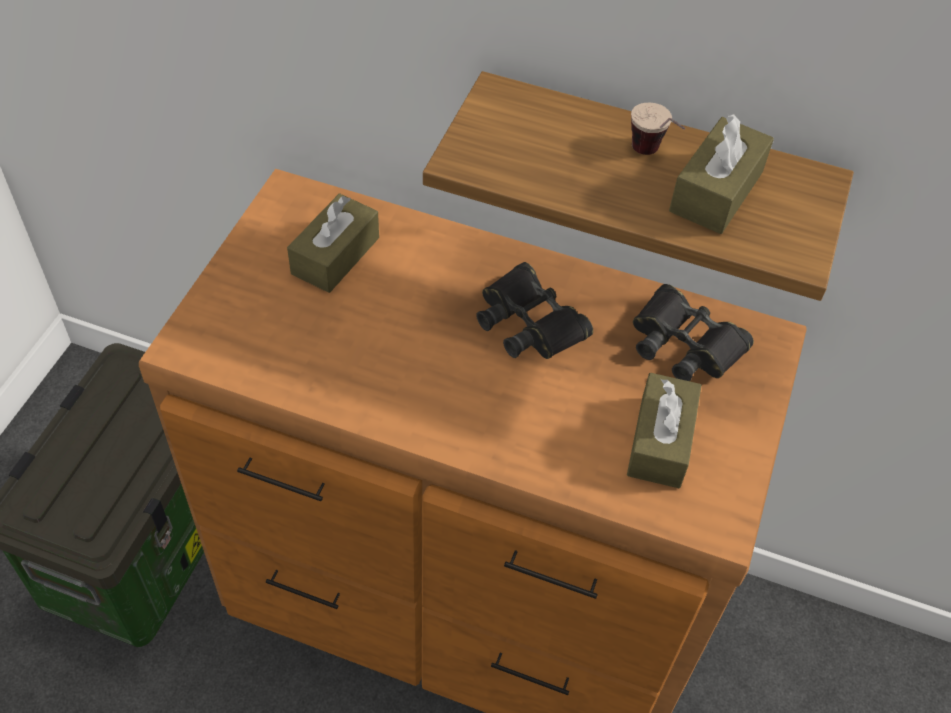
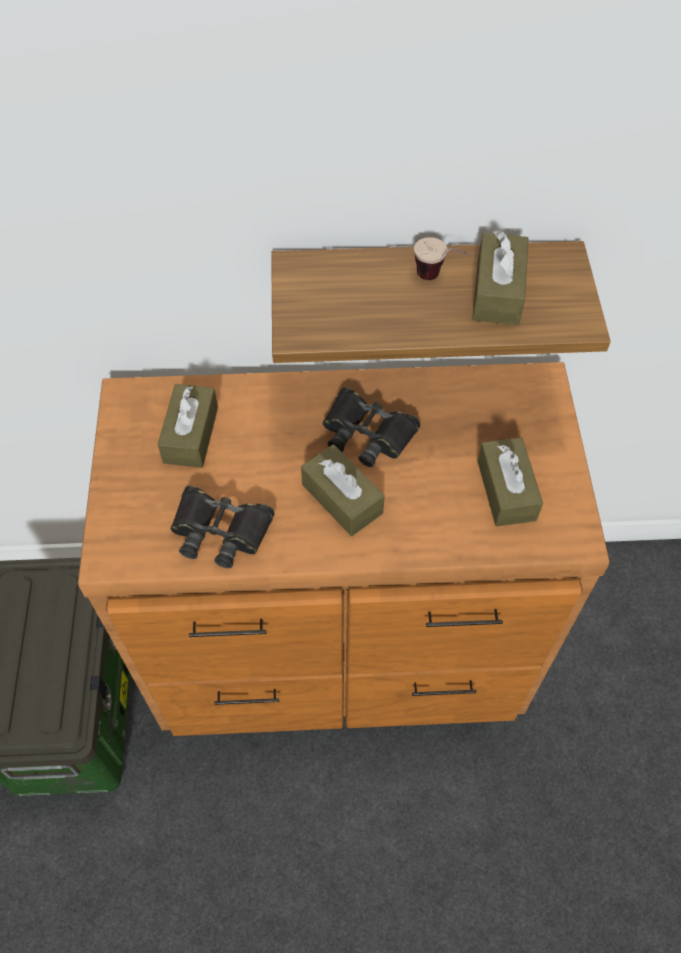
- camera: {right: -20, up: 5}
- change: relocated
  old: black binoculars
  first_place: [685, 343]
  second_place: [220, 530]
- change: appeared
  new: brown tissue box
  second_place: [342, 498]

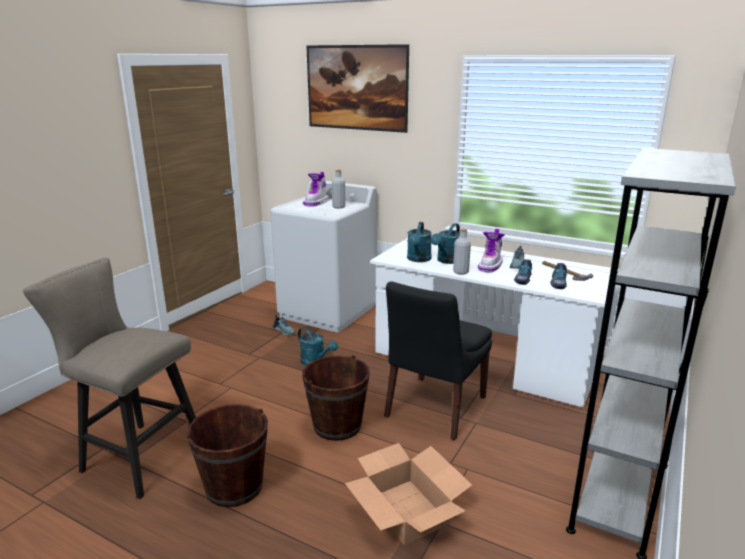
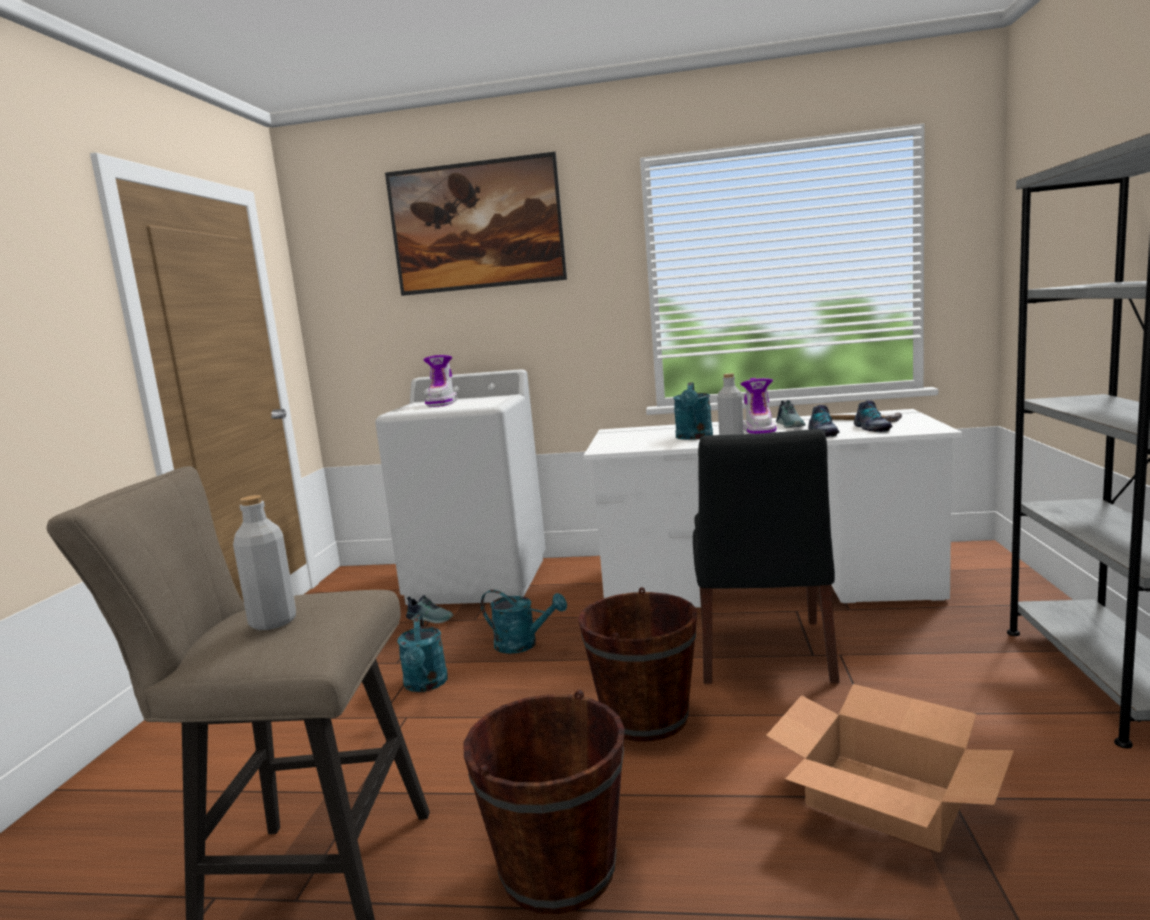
- camera: {right: -20, up: -10}
- change: relocated
  old: grey bottle
  first_place: [339, 207]
  second_place: [273, 622]
- change: relocated
  old: turquoise watering can
  first_place: [418, 259]
  second_place: [425, 685]

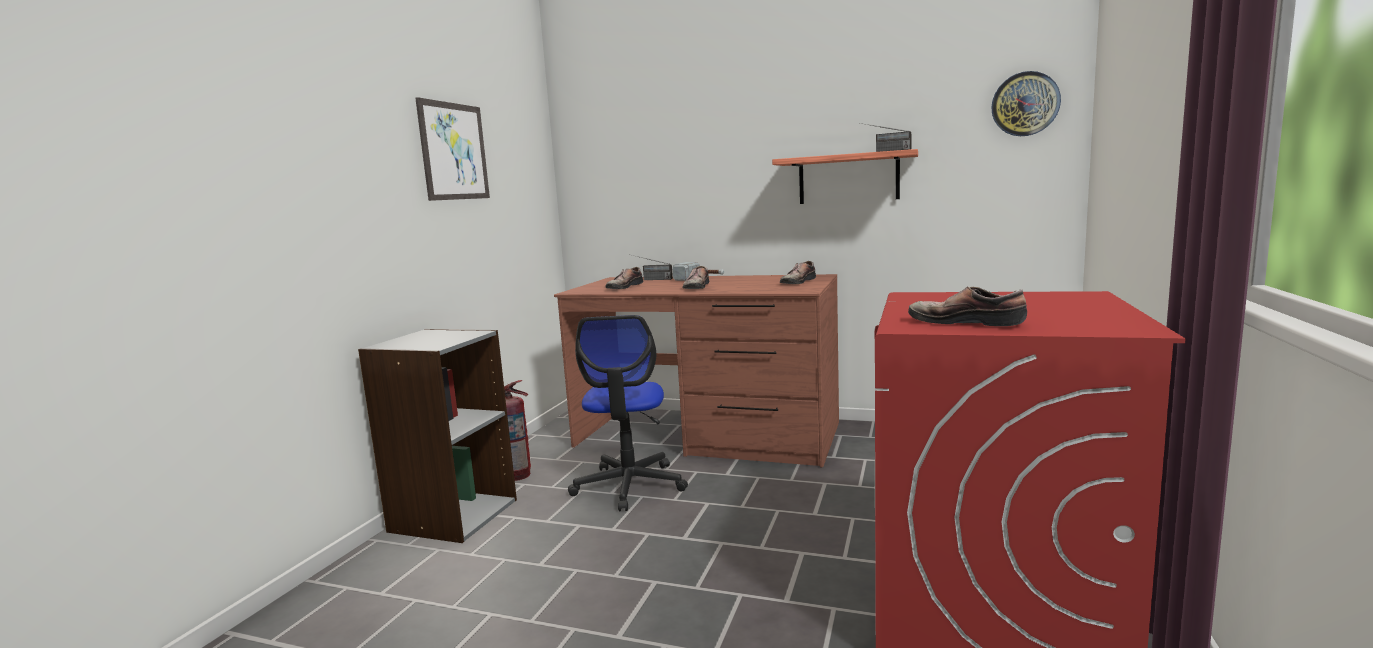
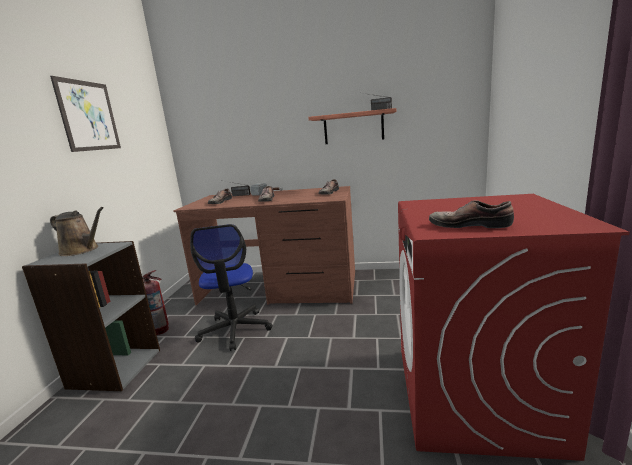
- camera: {right: -10, up: 5}
- change: missing
  old: wall clock
  first_place: [1025, 104]
- change: appeared
  new: brown watering can
  second_place: [82, 250]

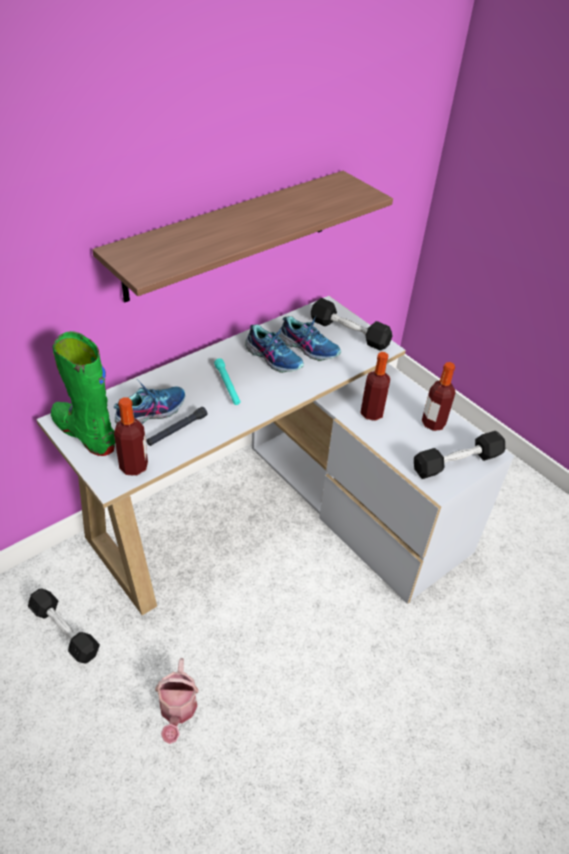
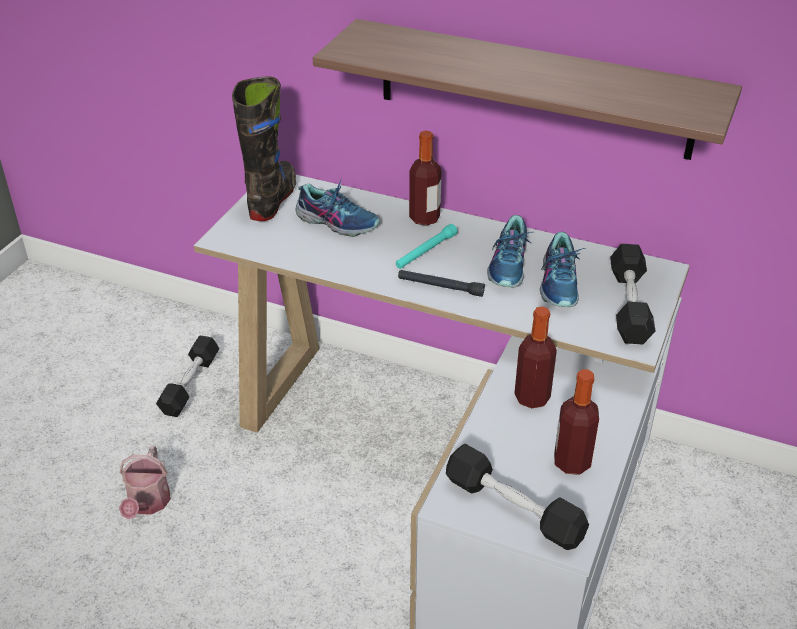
- camera: {right: 65, up: -5}
- change: colour
  old: green boot
  new: black boot
  first_place: [85, 434]
  second_place: [273, 199]
- change: relocated
  old: bottle
  first_place: [134, 466]
  second_place: [424, 218]
- change: relocated
  old: black flashlight
  first_place: [177, 430]
  second_place: [440, 287]
- change: spun
  old: watering can
  first_place: [177, 711]
  second_place: [147, 504]
  degrees: -60

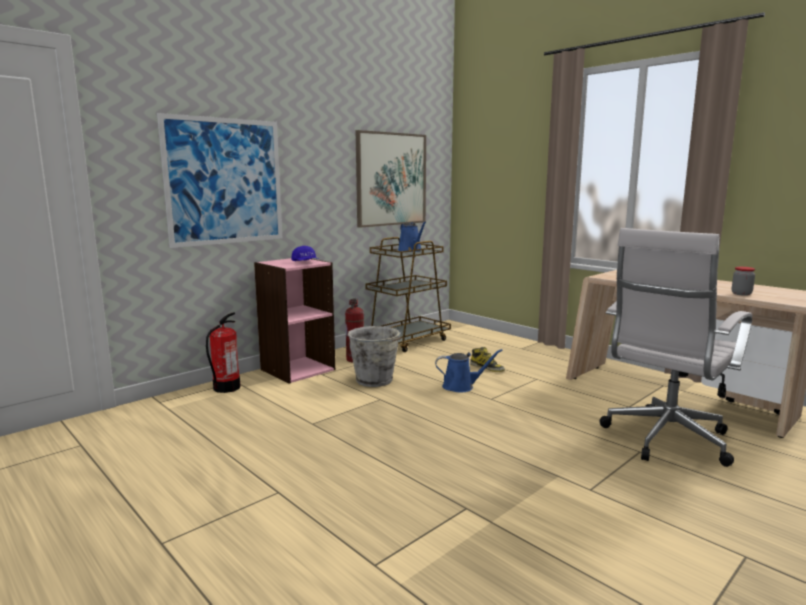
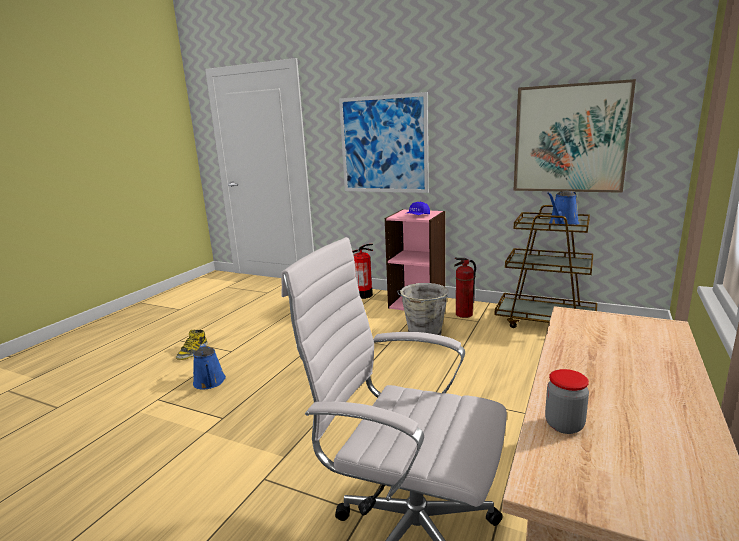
- camera: {right: 70, up: 5}
- change: relocated
  old: blue watering can
  first_place: [461, 386]
  second_place: [210, 382]
- change: relocated
  old: boot
  first_place: [487, 368]
  second_place: [192, 352]

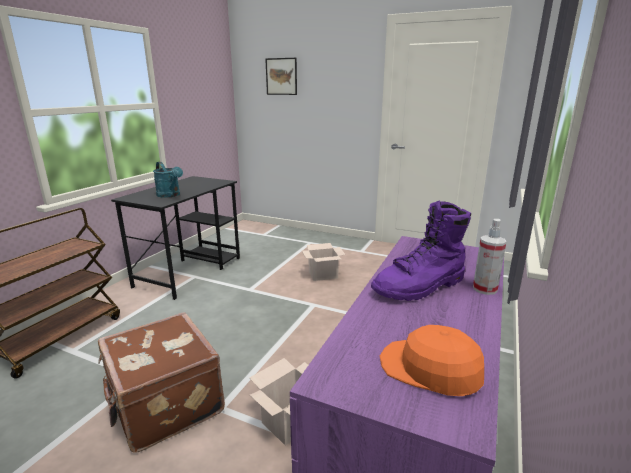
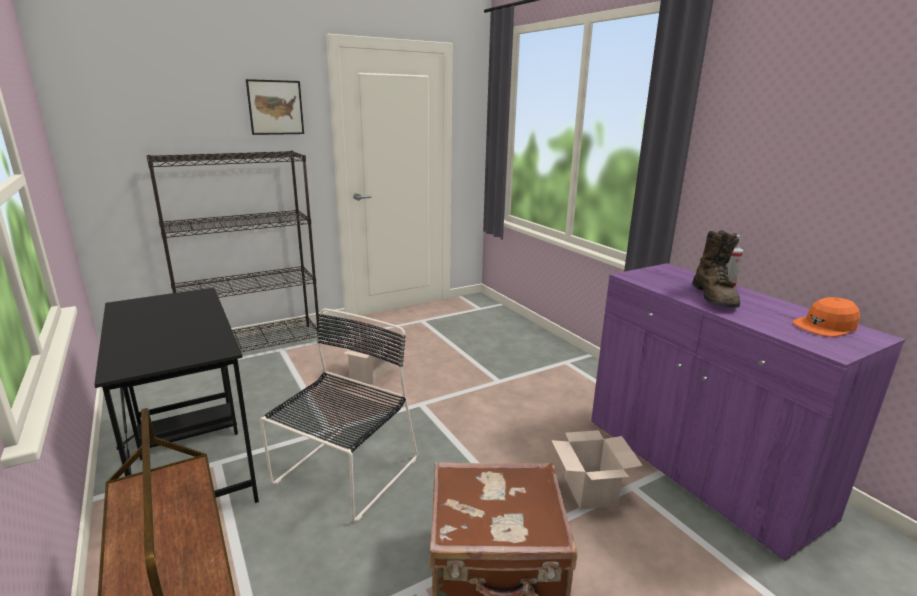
- camera: {right: -55, up: 0}
- change: missing
  old: turquoise watering can
  first_place: [170, 195]
- change: relocated
  old: picture
  first_place: [281, 76]
  second_place: [275, 107]
- change: colour
  old: purple boot
  new: brown boot
  first_place: [420, 287]
  second_place: [714, 297]
- change: appeared
  new: black bookcase
  second_place: [254, 345]
- change: appeared
  new: black chair
  second_place: [343, 474]

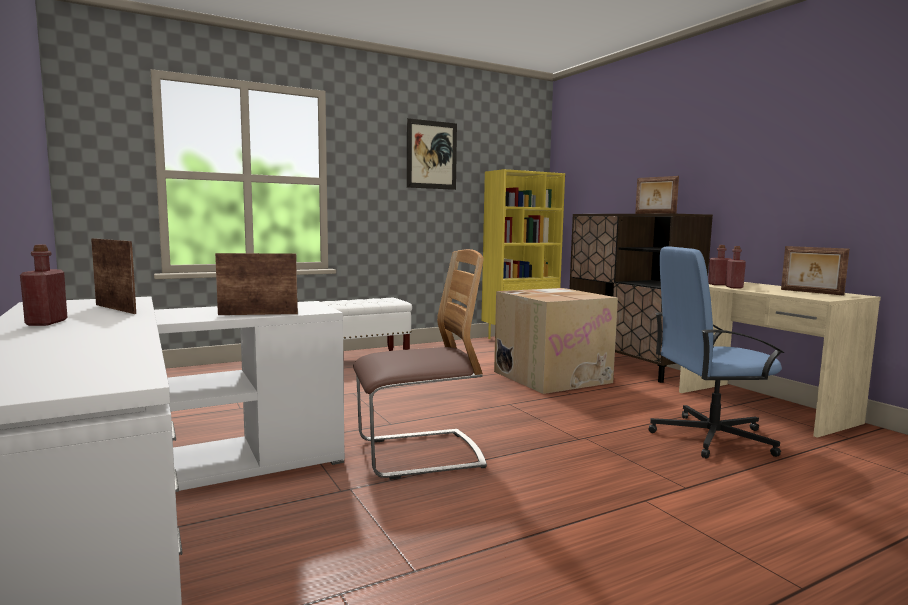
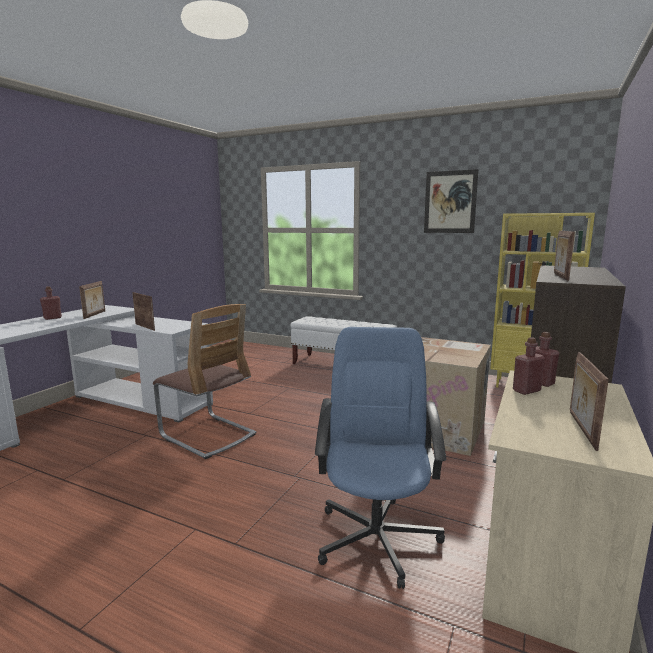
- camera: {right: 55, up: 5}
- change: spun
  old: blue office chair
  first_place: [710, 437]
  second_place: [377, 537]
  degrees: 45

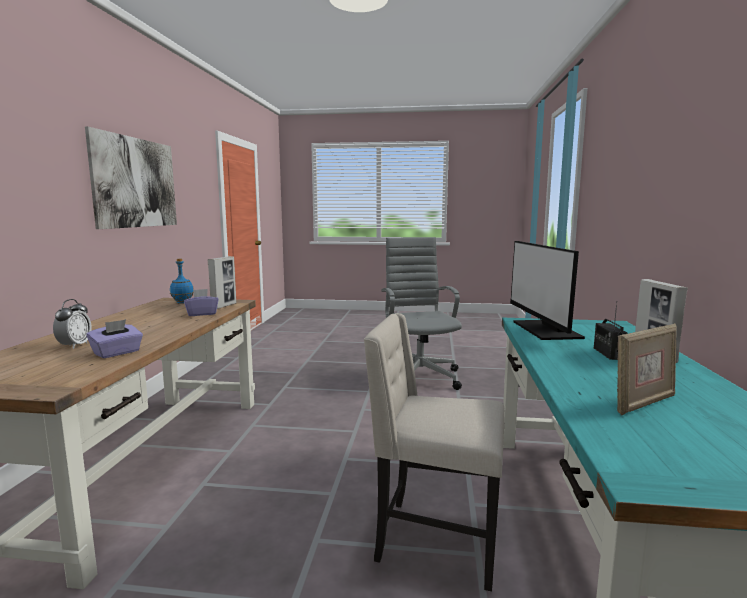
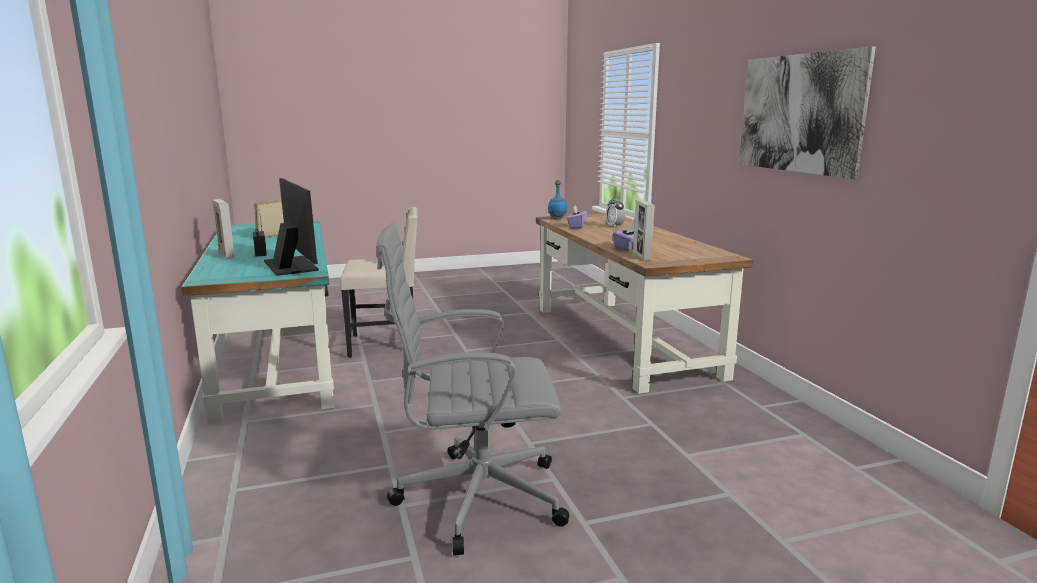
- camera: {right: 155, up: 5}
- change: relocated
  old: blue bottle
  first_place: [182, 303]
  second_place: [557, 219]
- change: spun
  old: grey office chair
  first_place: [419, 376]
  second_place: [475, 497]
  degrees: 120

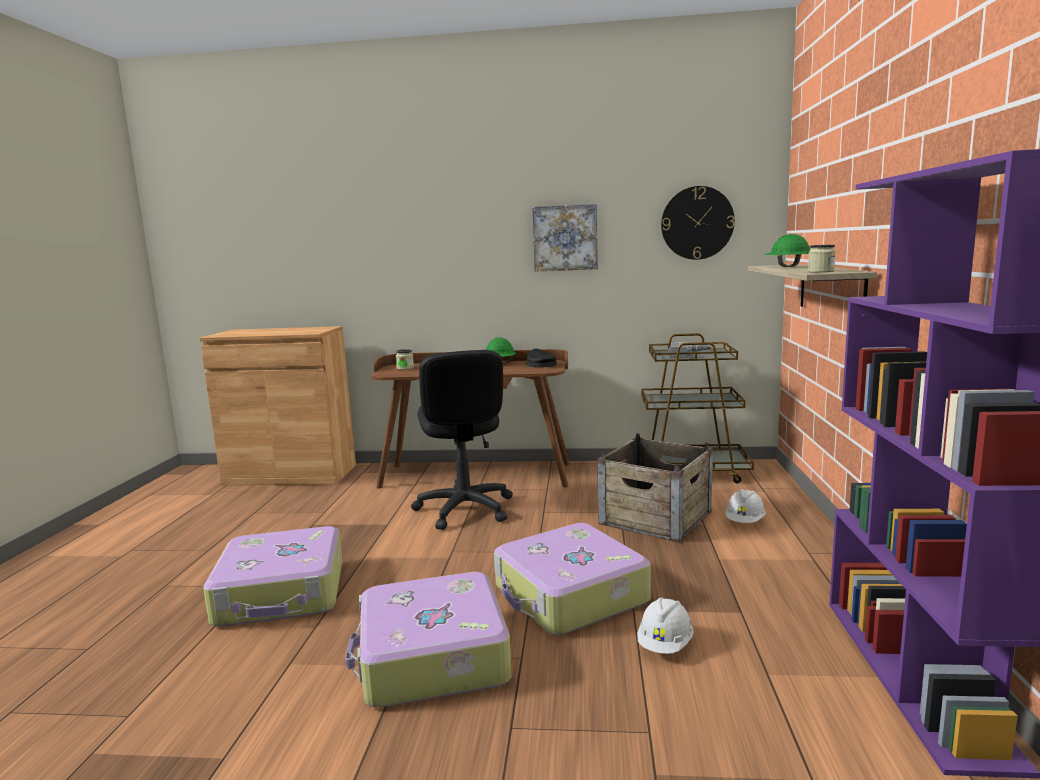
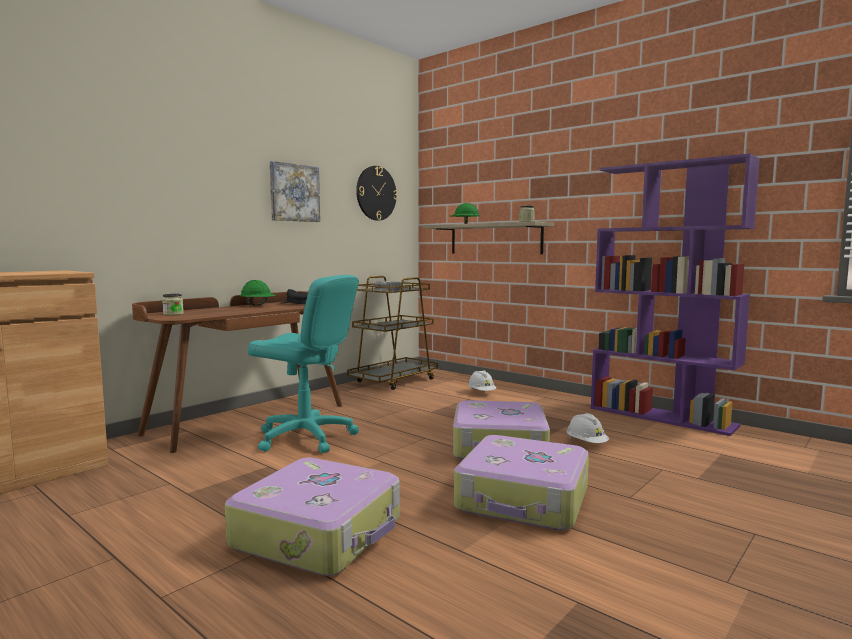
- camera: {right: -55, up: -5}
- change: colour
  old: black office chair
  new: turquoise office chair
  first_place: [464, 509]
  second_place: [305, 437]
- change: missing
  old: crate
  first_place: [656, 517]

